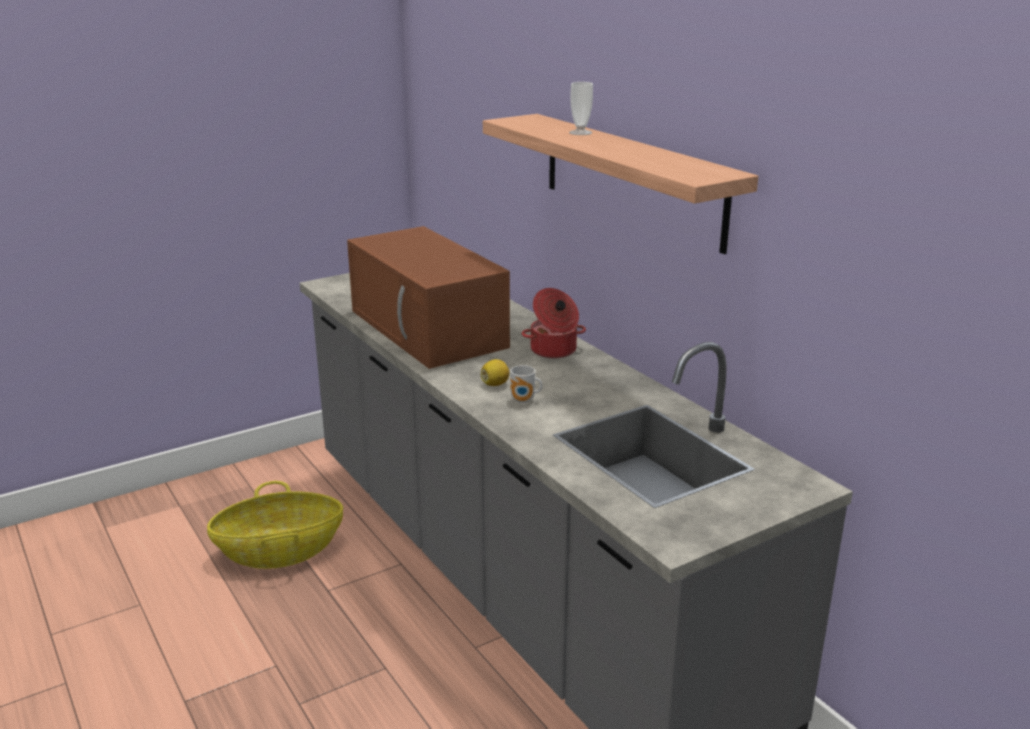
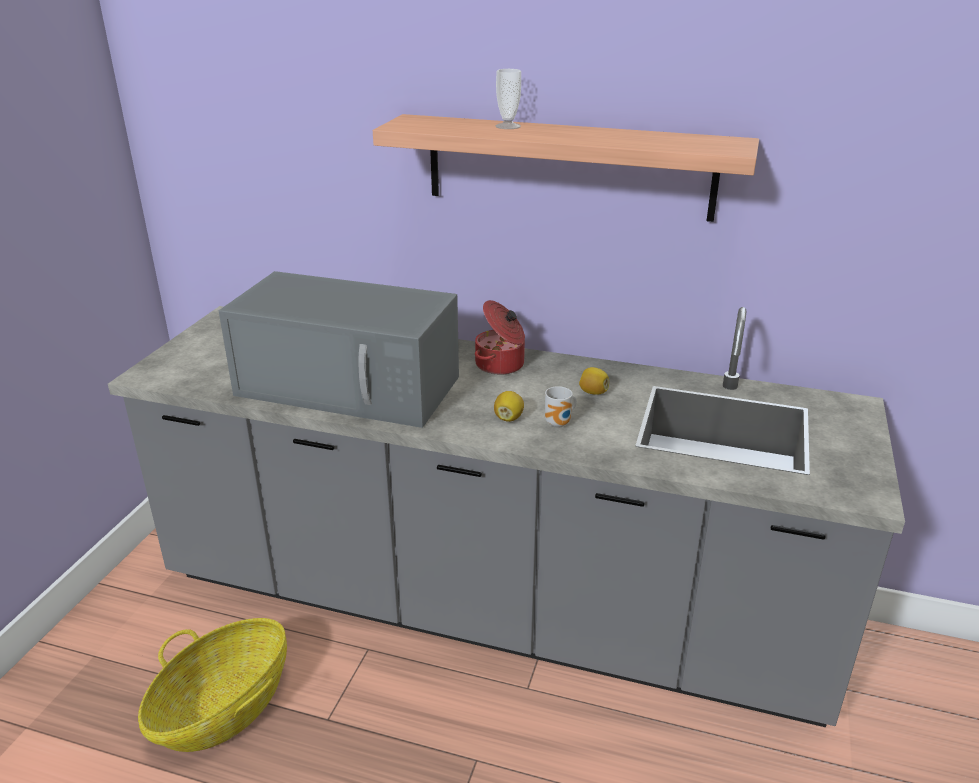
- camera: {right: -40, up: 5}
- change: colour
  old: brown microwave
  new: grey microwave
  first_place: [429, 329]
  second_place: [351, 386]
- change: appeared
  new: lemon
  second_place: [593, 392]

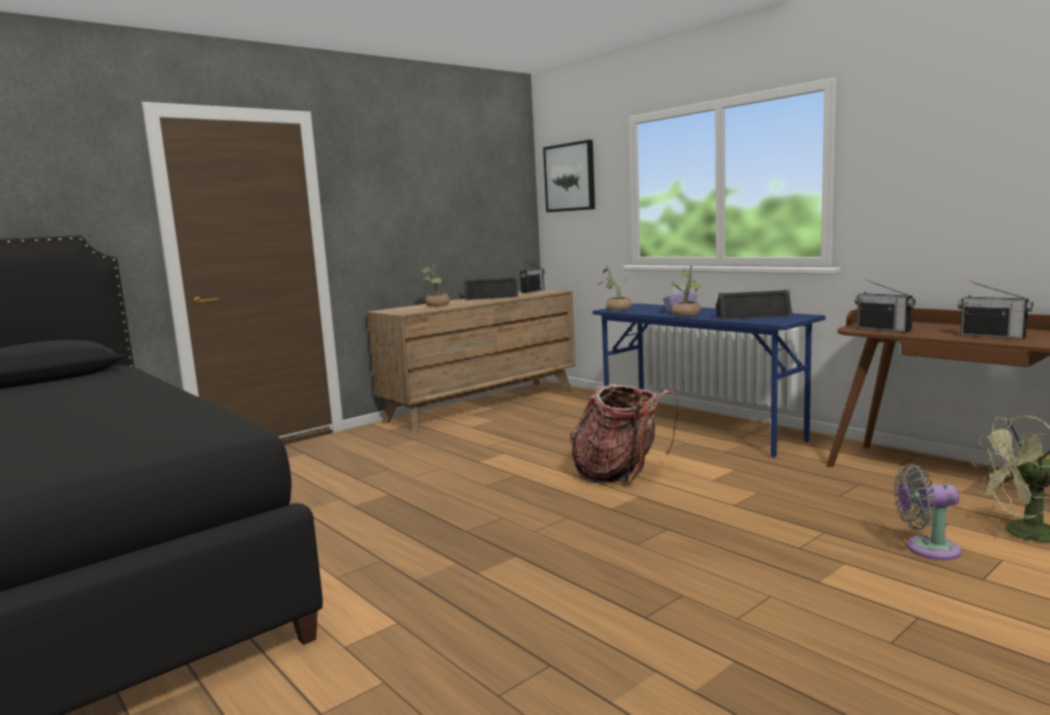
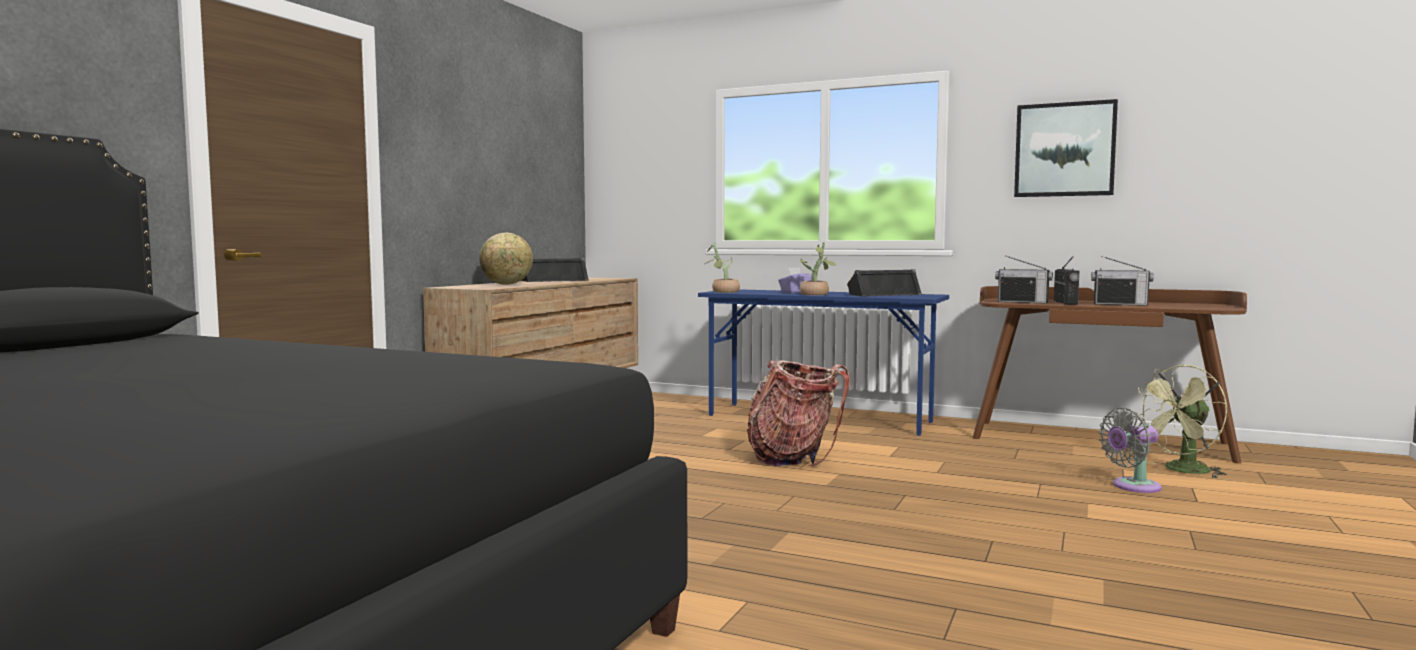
- camera: {right: -25, up: -5}
- change: exchanged
  old: potted plant
  new: globe
  first_place: [437, 305]
  second_place: [507, 284]
- change: relocated
  old: radio
  first_place: [533, 291]
  second_place: [1065, 303]
- change: relocated
  old: picture
  first_place: [570, 177]
  second_place: [1064, 150]

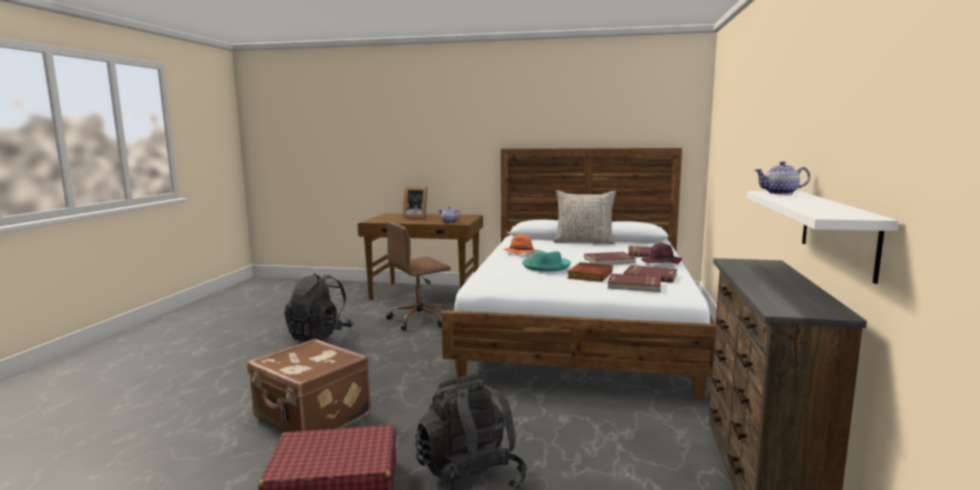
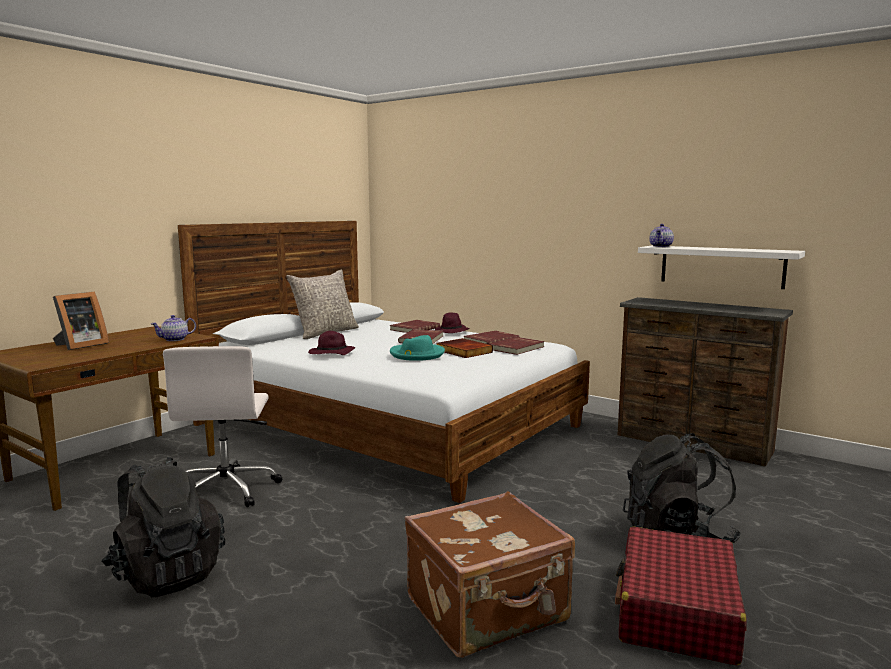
- camera: {right: -65, up: 0}
- change: colour
  old: brown office chair
  new: white office chair
  first_place: [420, 319]
  second_place: [227, 489]
- change: colour
  old: orange hat
  new: purple hat
  first_place: [520, 253]
  second_place: [331, 354]

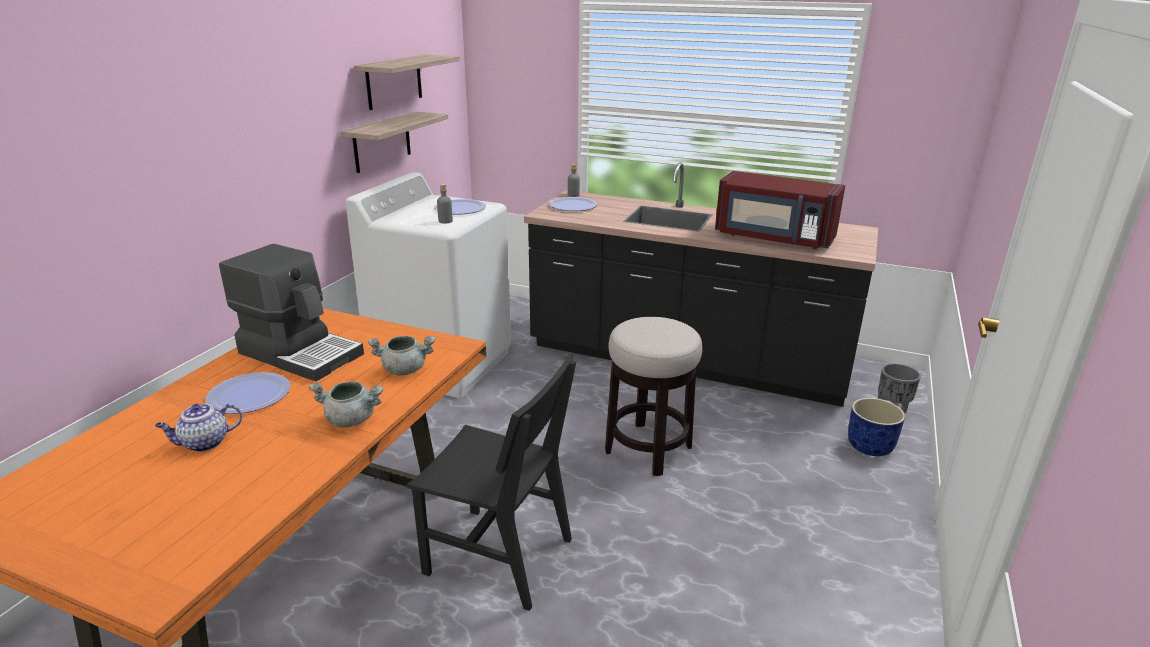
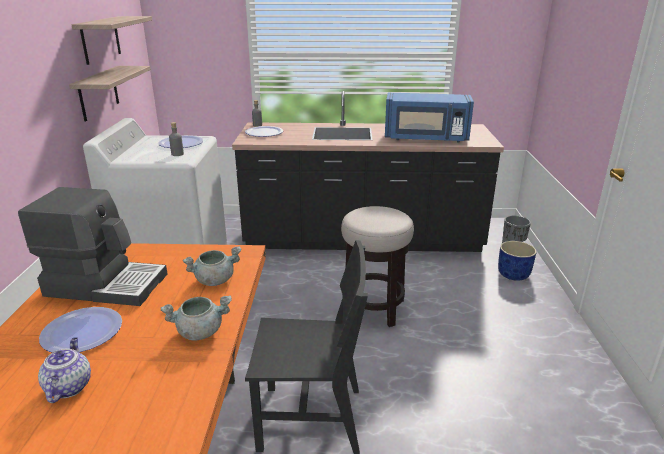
- camera: {right: -20, up: 0}
- change: spun
  old: teapot
  first_place: [204, 443]
  second_place: [68, 386]
  degrees: 135
- change: colour
  old: red microwave
  new: blue microwave
  first_place: [773, 238]
  second_place: [426, 138]

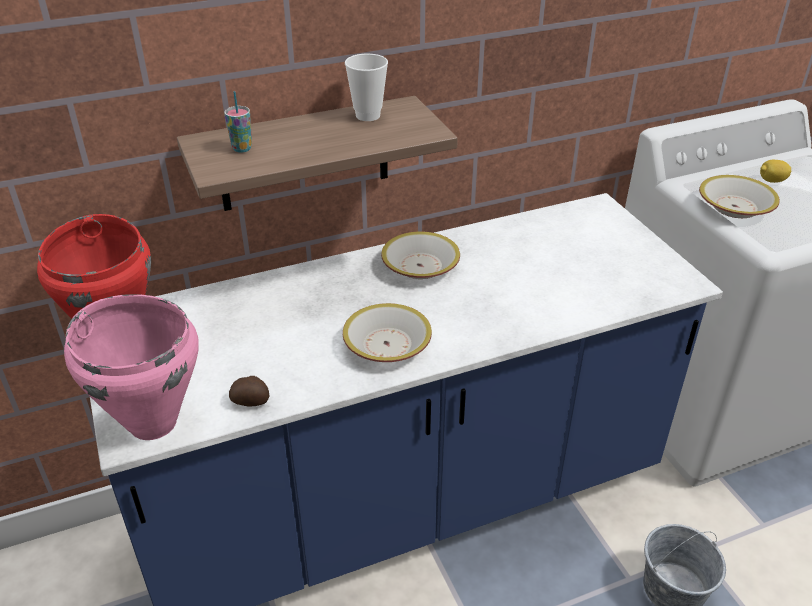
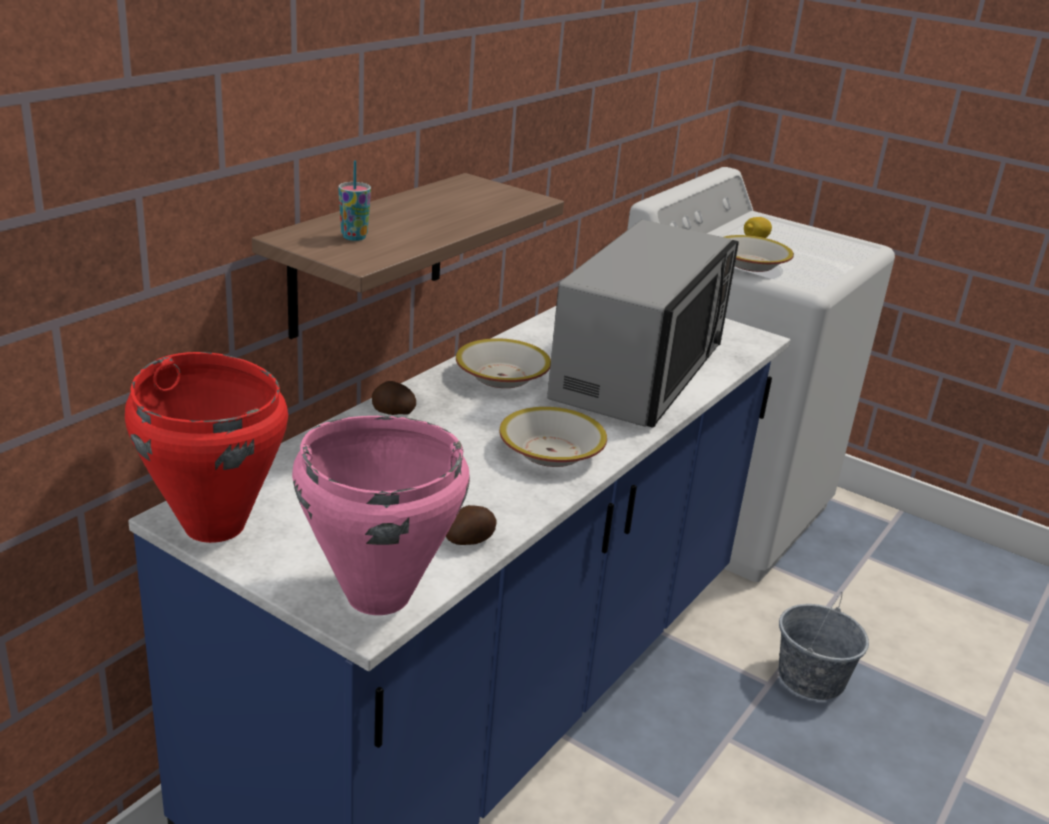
- camera: {right: -35, up: -10}
- change: missing
  old: cup
  first_place: [368, 115]
- change: appeared
  new: potato
  second_place: [393, 413]
- change: appeared
  new: microwave
  second_place: [640, 372]

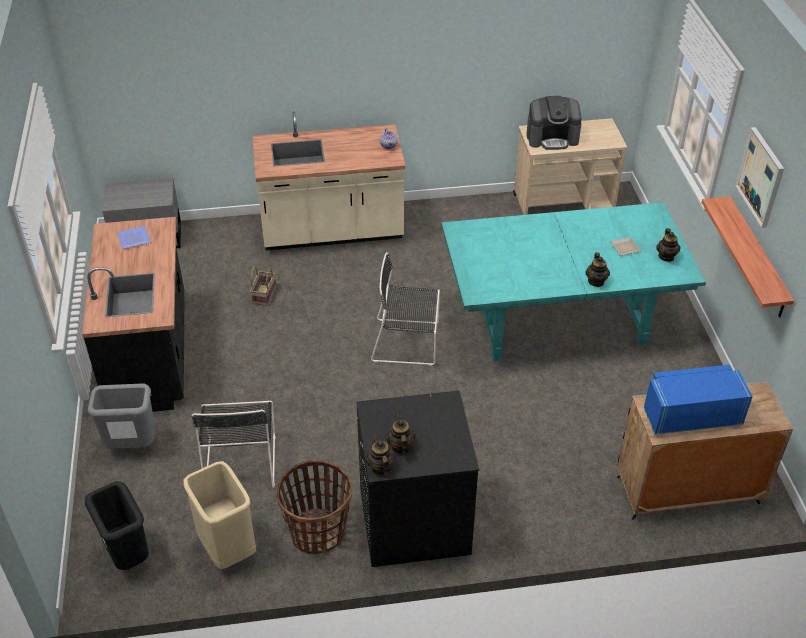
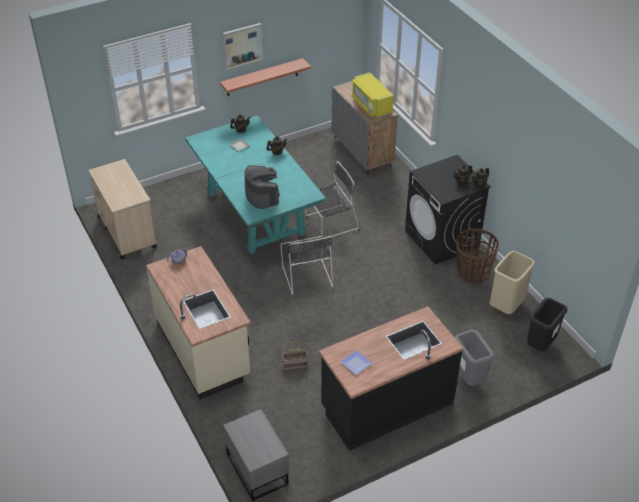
- camera: {right: -110, up: 0}
- change: relocated
  old: black chair
  first_place: [241, 460]
  second_place: [330, 222]
- change: relocated
  old: coffee machine
  first_place: [552, 138]
  second_place: [262, 195]
- change: colour
  old: blue microwave
  new: yellow microwave
  first_place: [691, 416]
  second_place: [371, 105]

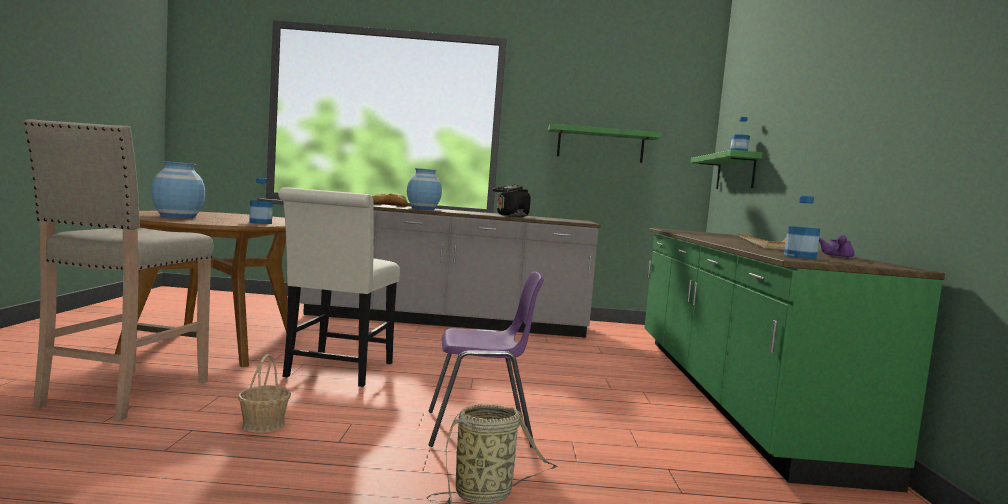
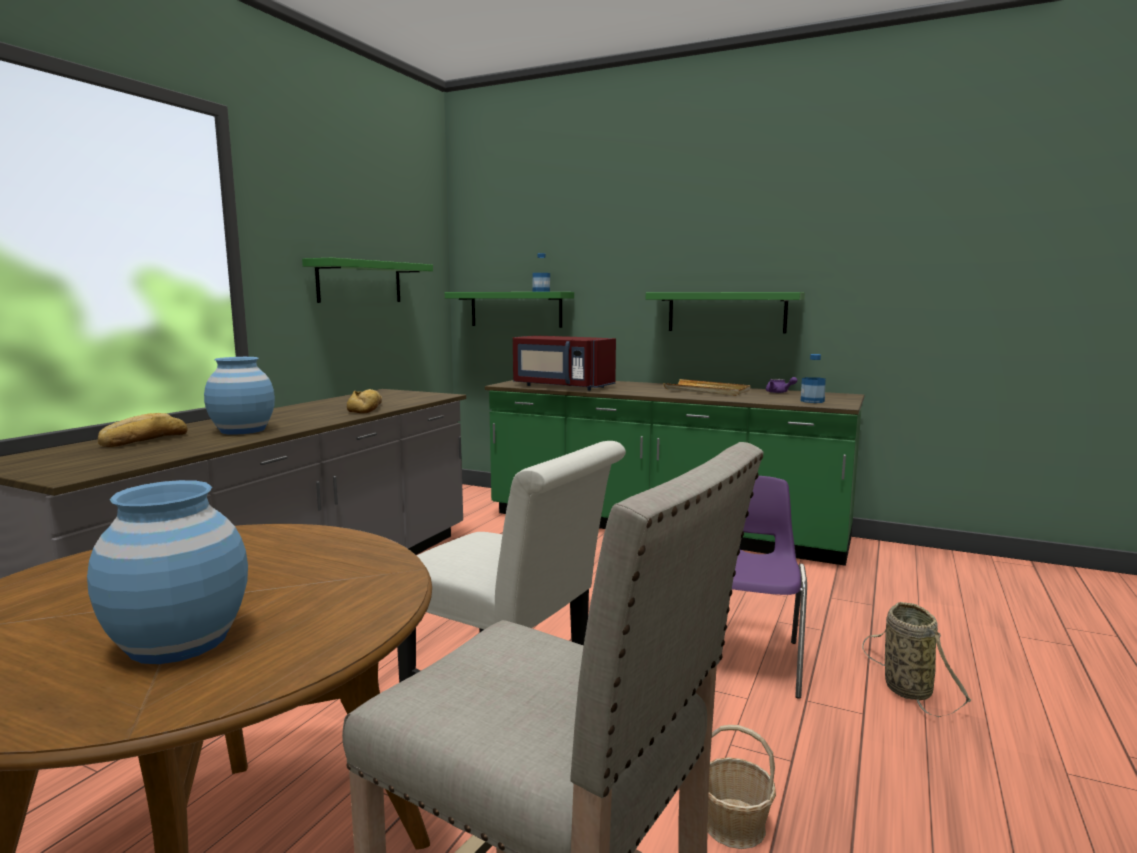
- camera: {right: -65, up: 5}
- change: missing
  old: bottle
  first_place: [260, 223]
- change: exchanged
  old: black kettle
  new: bread
  first_place: [510, 216]
  second_place: [367, 408]
- change: appeared
  new: red microwave
  second_place: [561, 386]
- change: appeared
  new: green shelf
  second_place: [726, 312]

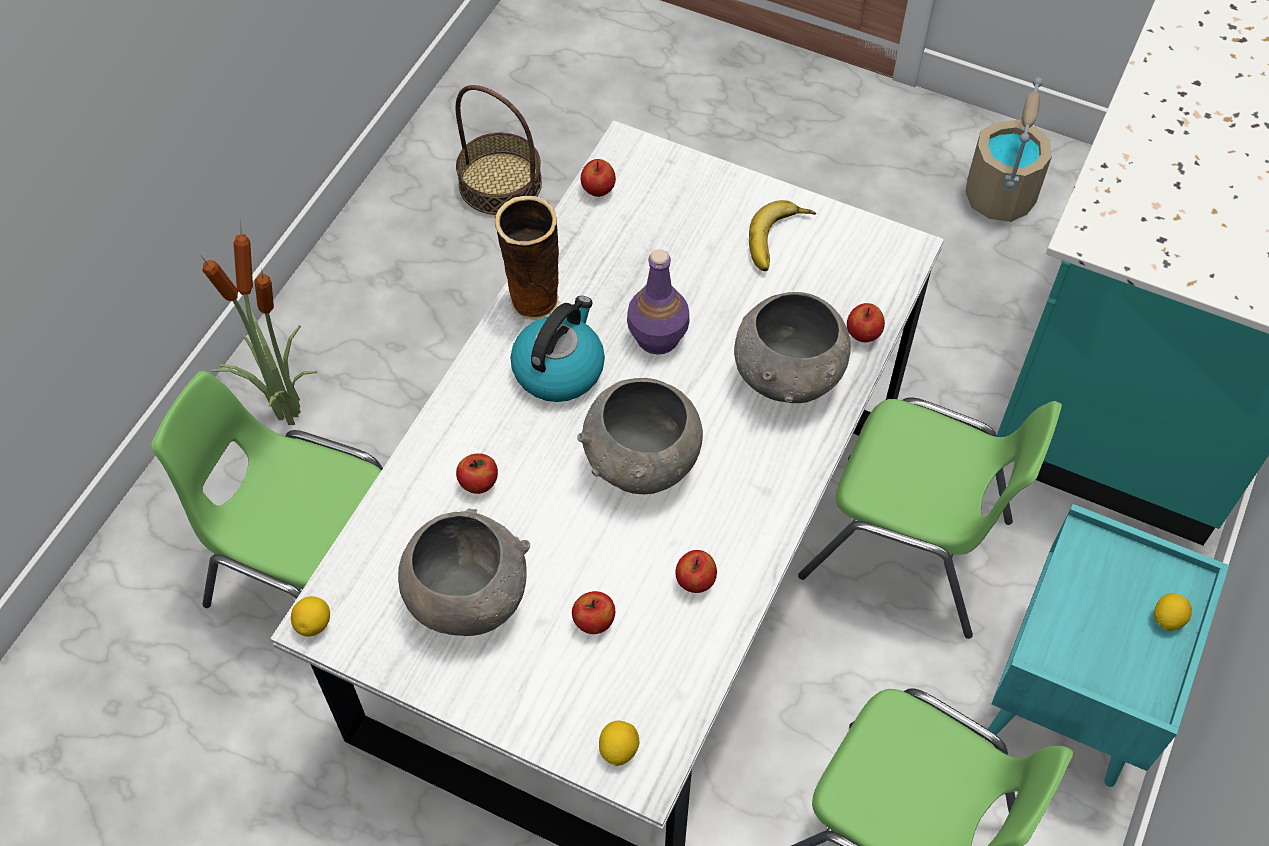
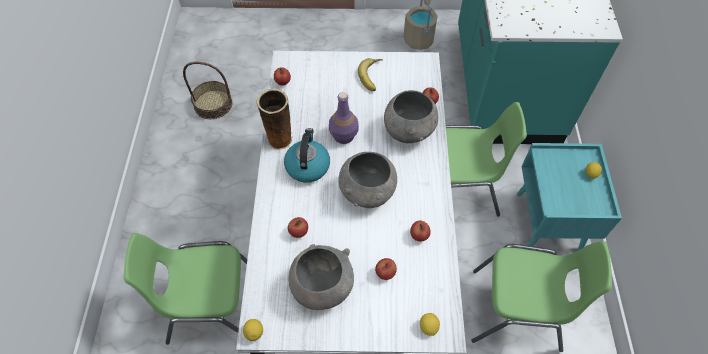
- camera: {right: -25, up: 0}
- change: missing
  old: potted plant
  first_place: [285, 412]

